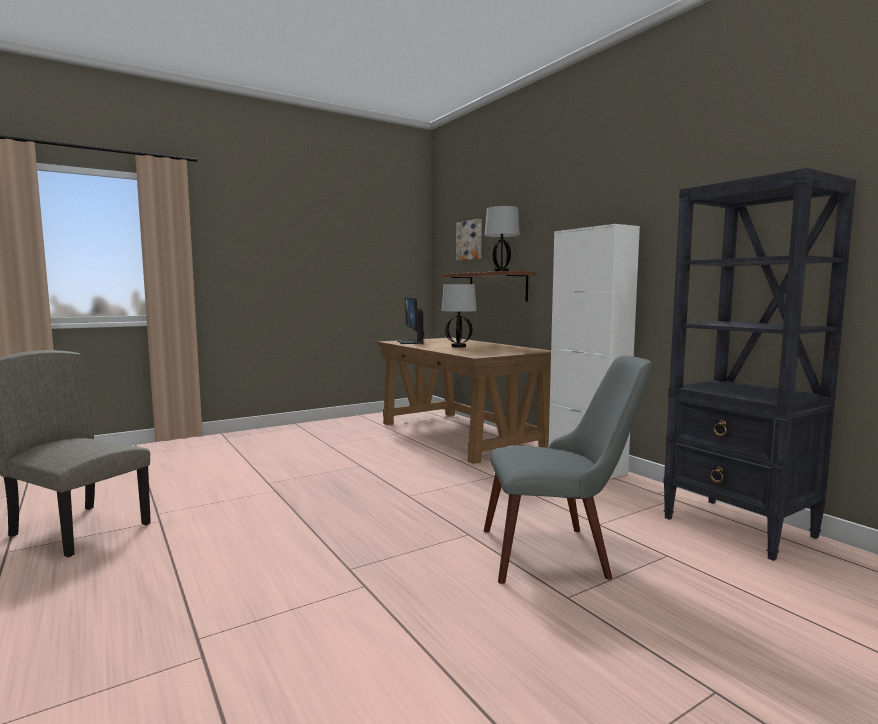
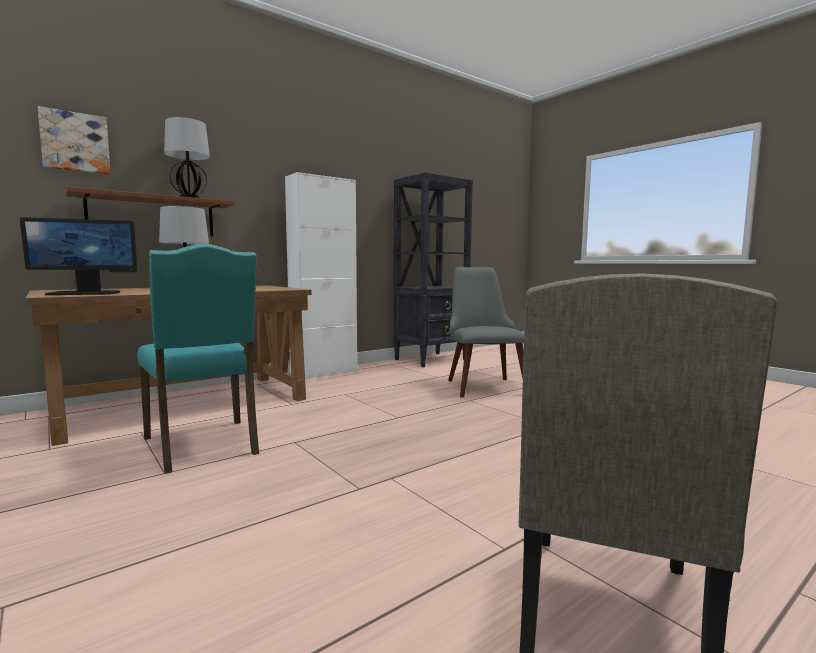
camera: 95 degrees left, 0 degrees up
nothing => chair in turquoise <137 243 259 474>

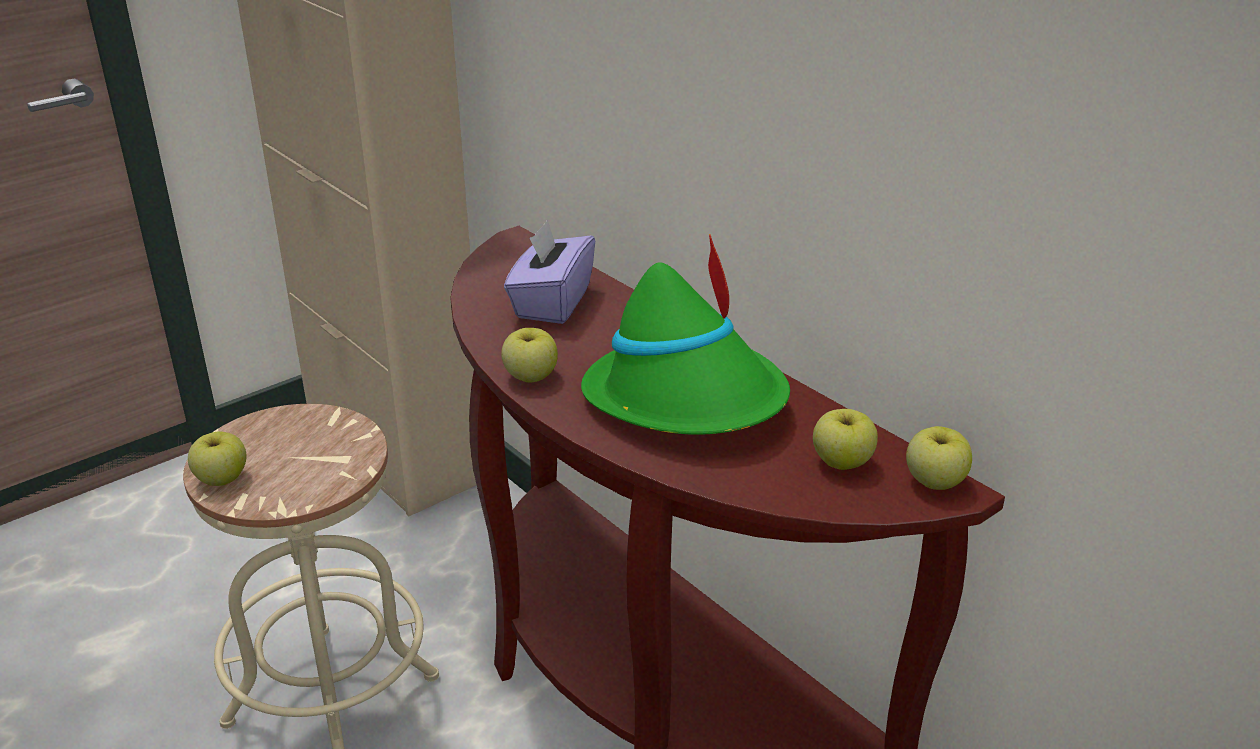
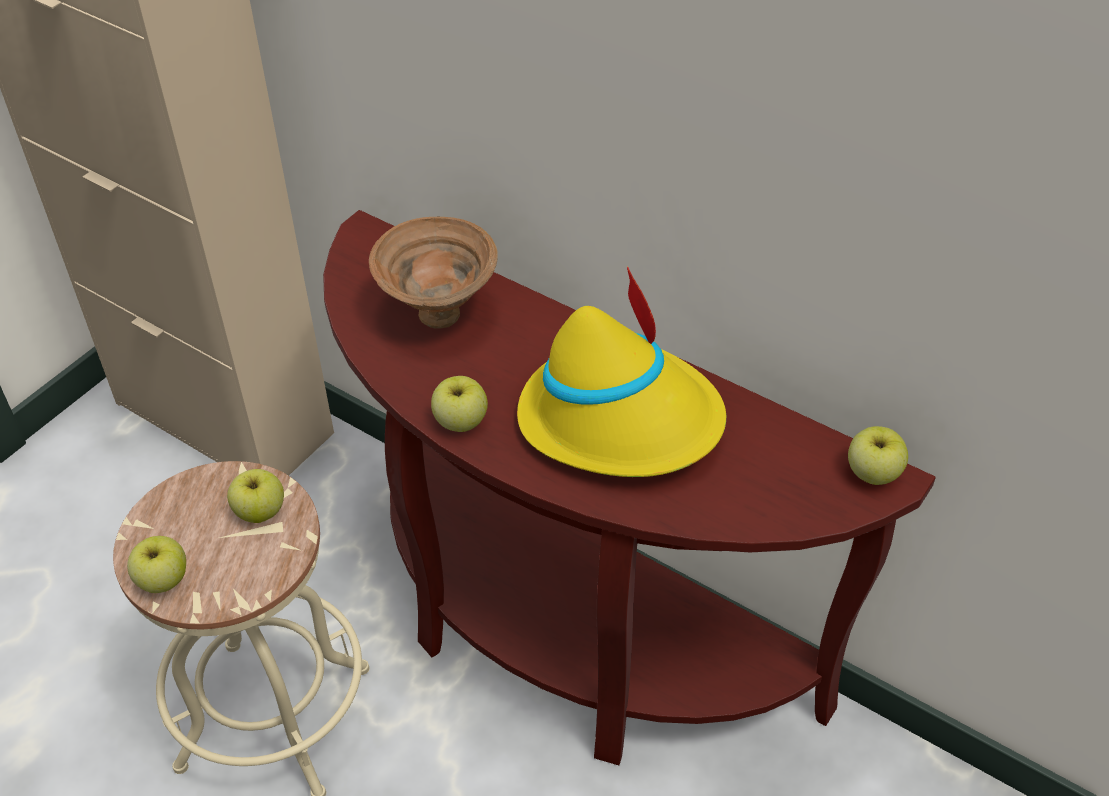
camera: 15 degrees left, 15 degrees up
apple <813 409 878 470> => apple <227 469 284 523>, moved
tissue box in purple <504 220 595 324> => bowl in brown <369 217 498 329>
hat in green <581 234 790 435> => hat in yellow <517 266 726 477>

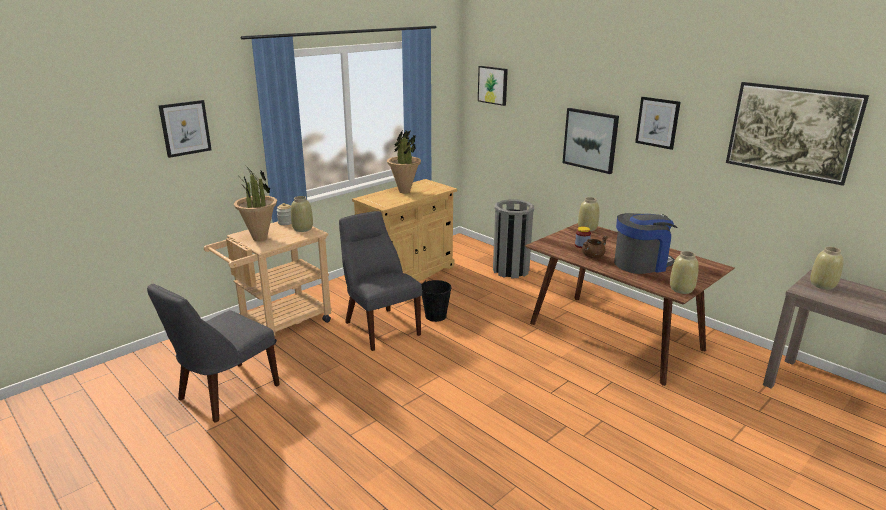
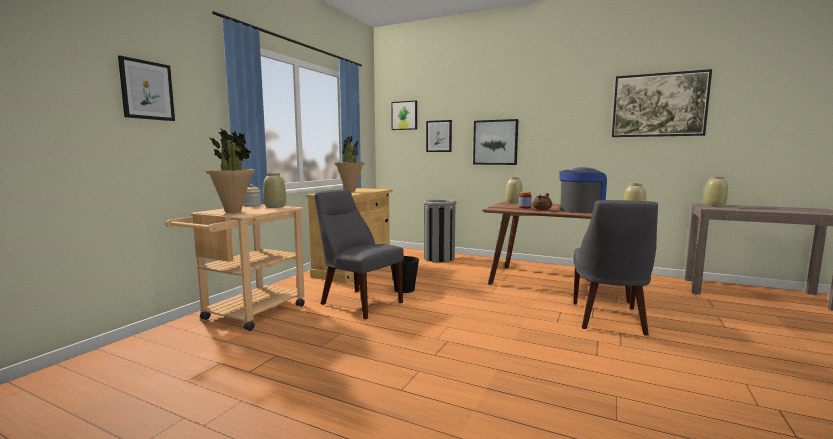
camera: 20 degrees left, 15 degrees down
picture <635 97 681 150> => picture <426 120 452 152>, moved
chair in grey <147 284 280 423> => chair in grey <573 200 658 336>, moved

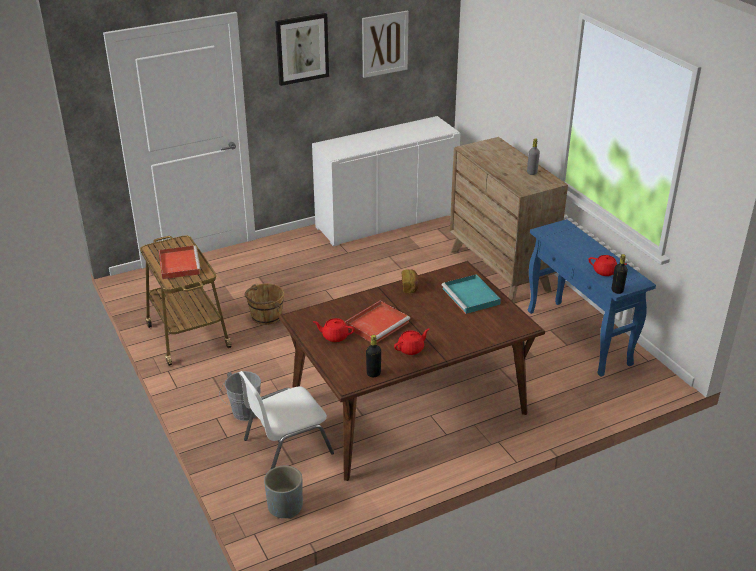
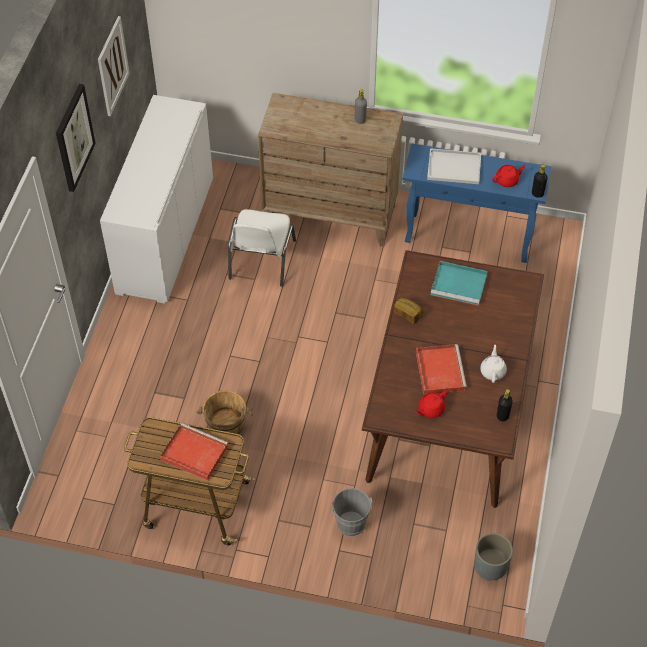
camera: 50 degrees left, 20 degrees up
chair in white <239 371 334 470> => chair in white <228 209 296 287>, moved
nothing => tray in white <427 148 481 184>
teapot in red <394 328 429 355> => teapot in white <480 345 507 383>

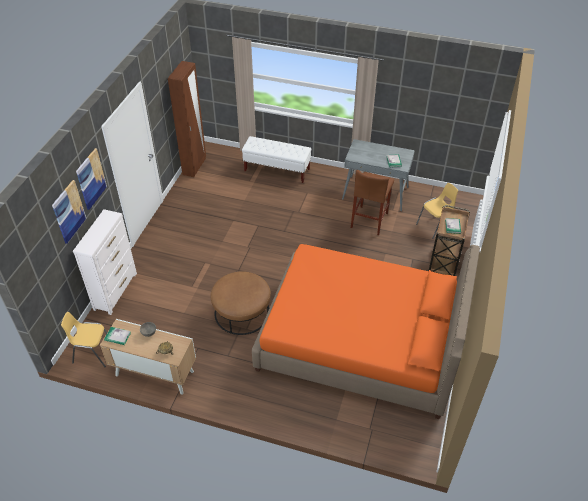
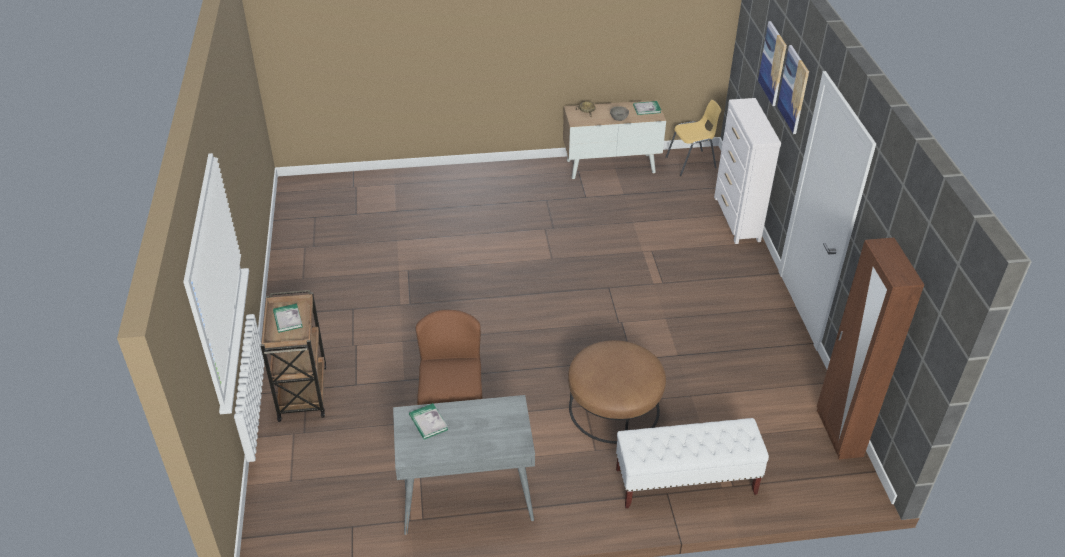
camera: 155 degrees right, 5 degrees down
ottoman in brown <211 271 271 335> => ottoman in brown <568 340 666 444>, moved
bed in orange <252 244 480 419> => nothing
chair in yellow <416 183 458 239> => nothing

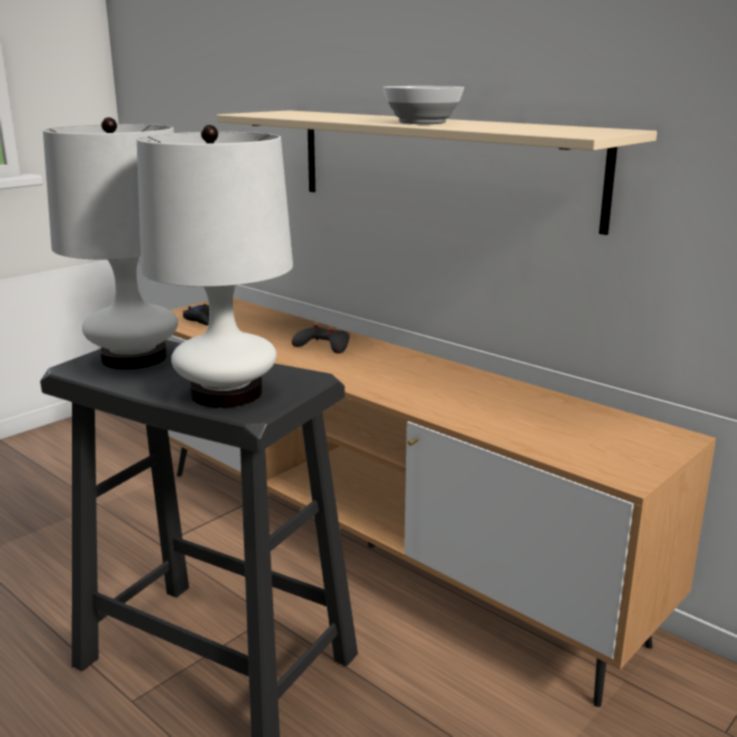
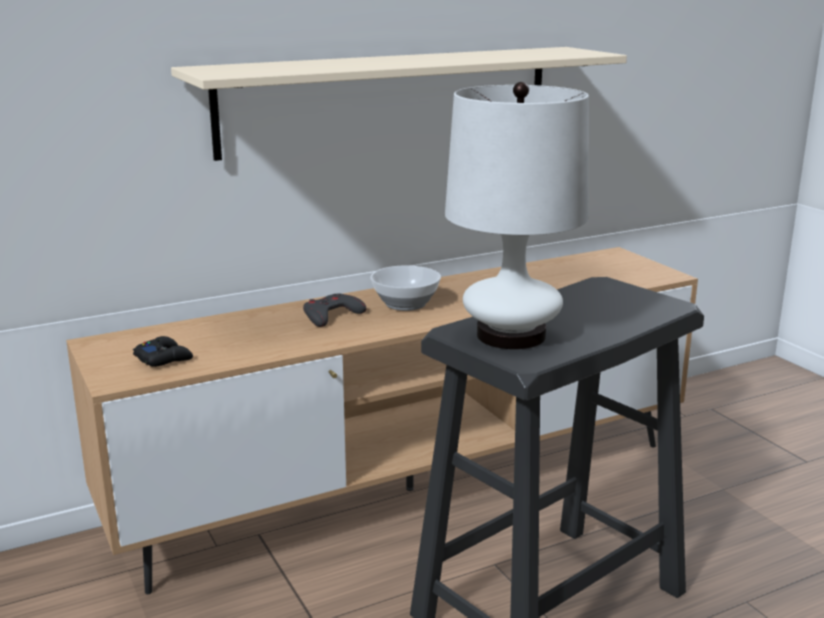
camera: 70 degrees left, 0 degrees up
bowl <383 86 464 124> => bowl <370 265 441 311>, moved
table lamp in white <137 125 293 408> => nothing

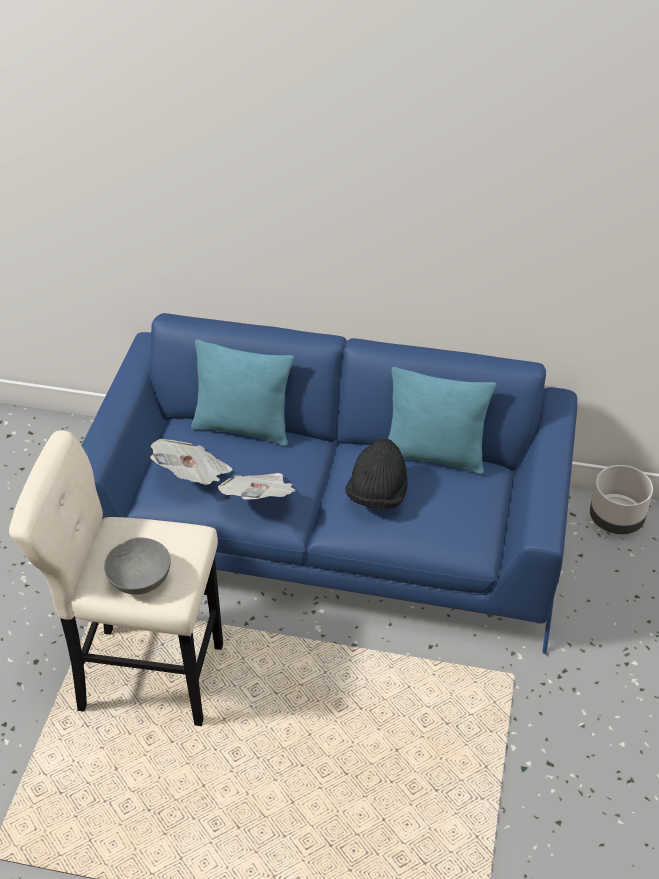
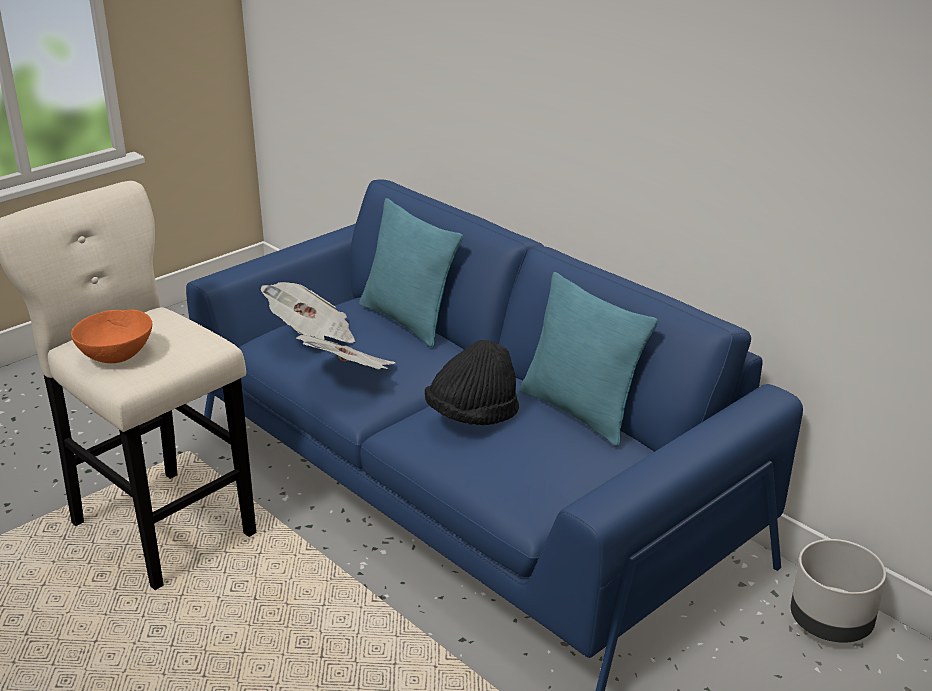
camera: 35 degrees right, 15 degrees down
bowl in grey <104 537 171 595> => bowl in orange <71 310 152 363>

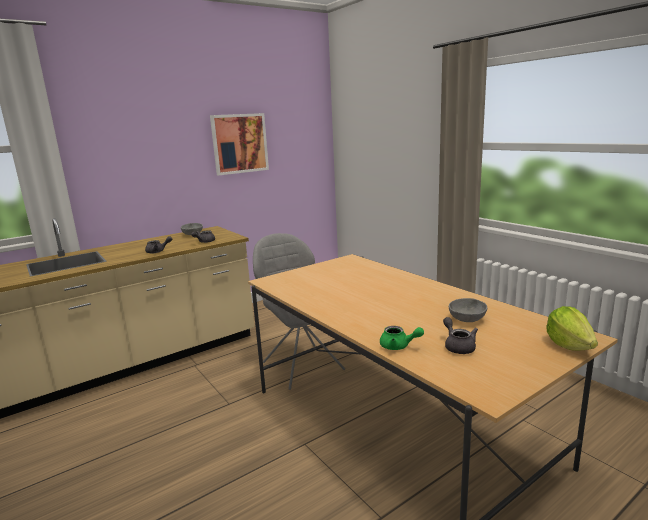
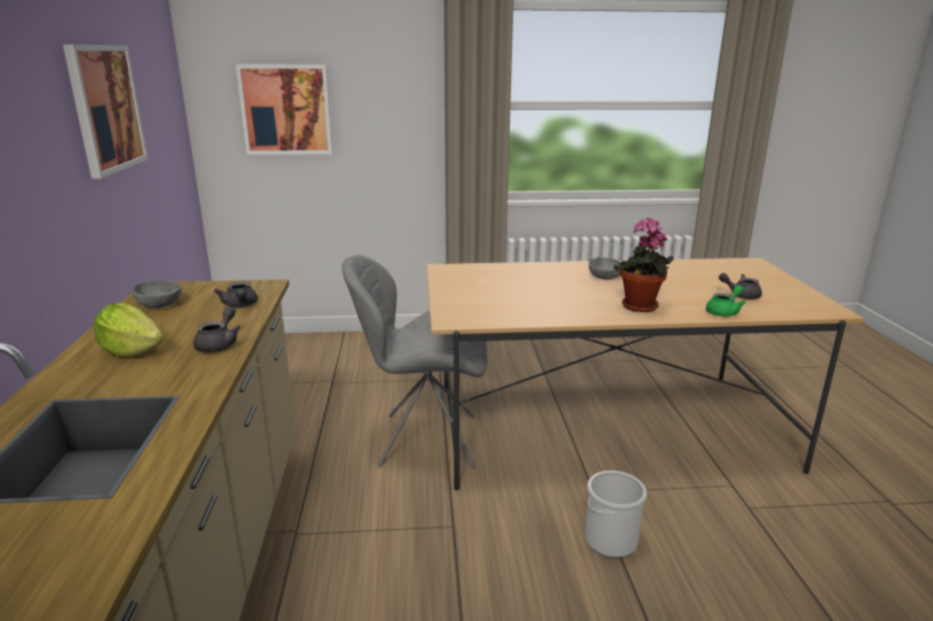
camera: 60 degrees left, 5 degrees up
lettuce <547 306 598 351> => lettuce <93 302 164 356>, moved
nothing => picture <236 64 333 155>
nothing => bucket <585 471 647 558>
bowl in grey <449 298 487 322> => bowl in grey <589 257 621 280>, moved
nothing => potted plant <614 217 674 312>

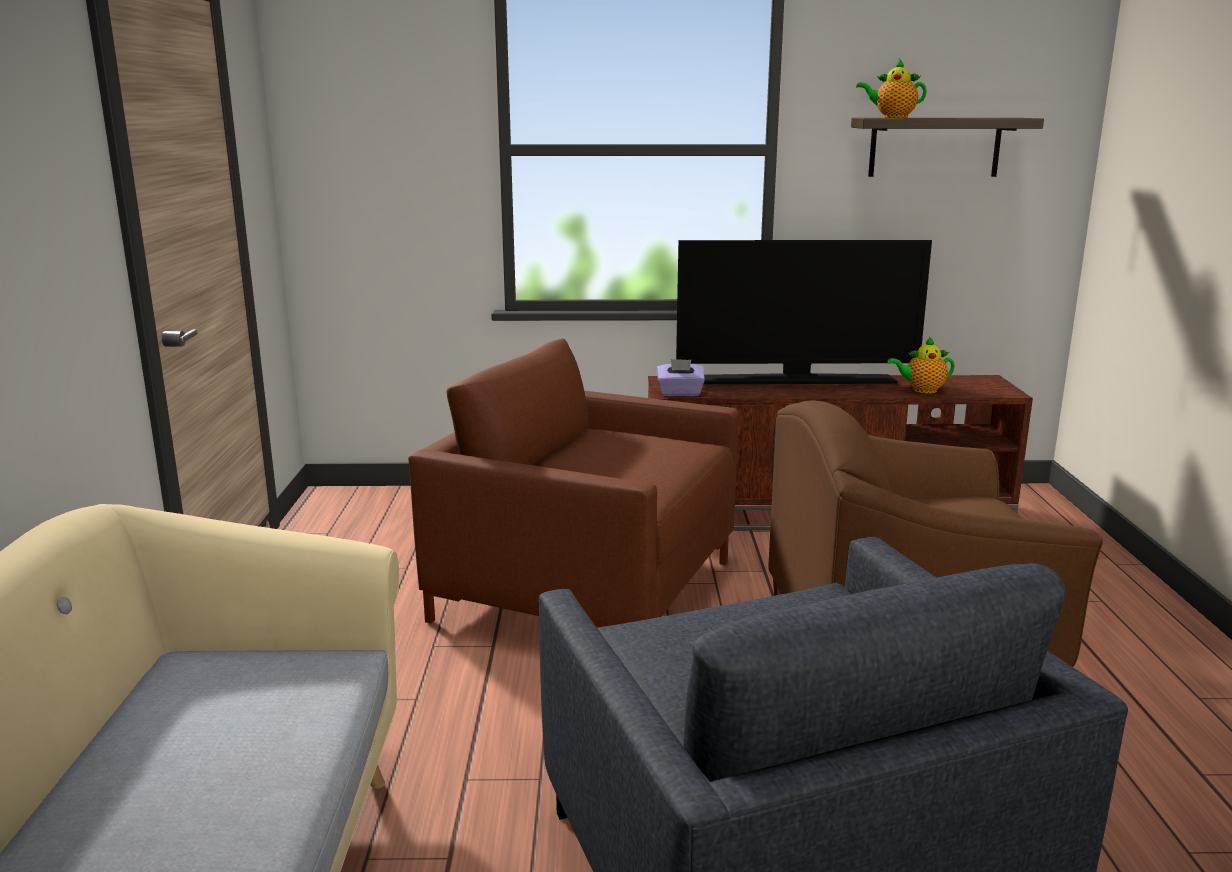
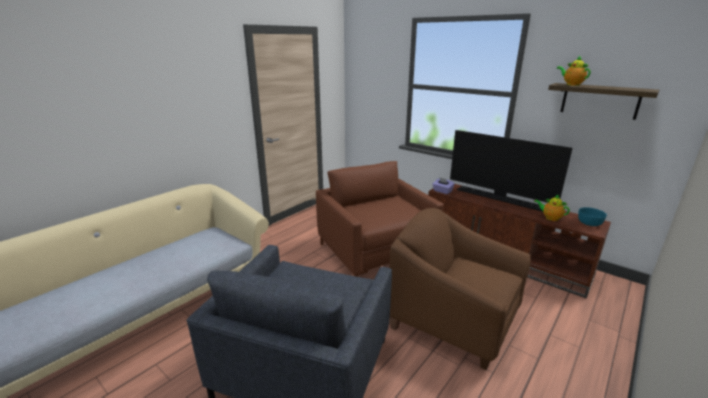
camera: 40 degrees right, 5 degrees up
nothing => bowl in turquoise <578 207 607 226>

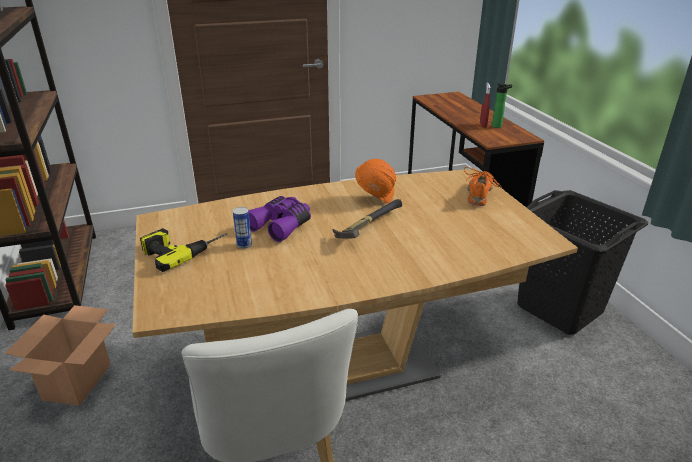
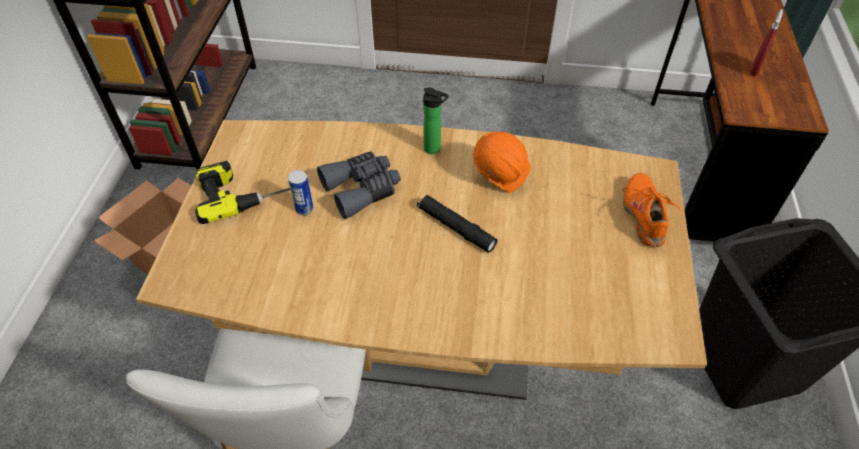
camera: 25 degrees right, 20 degrees up
binoculars in purple <249 196 311 242> => binoculars in grey <317 151 401 219>
hammer <332 199 402 239> => flashlight in black <417 194 497 253>
bottle <492 83 512 128> => bottle <423 87 449 154>, moved
shoe in orange <464 167 502 206> => shoe in orange <623 173 685 247>, 45 degrees counterclockwise

